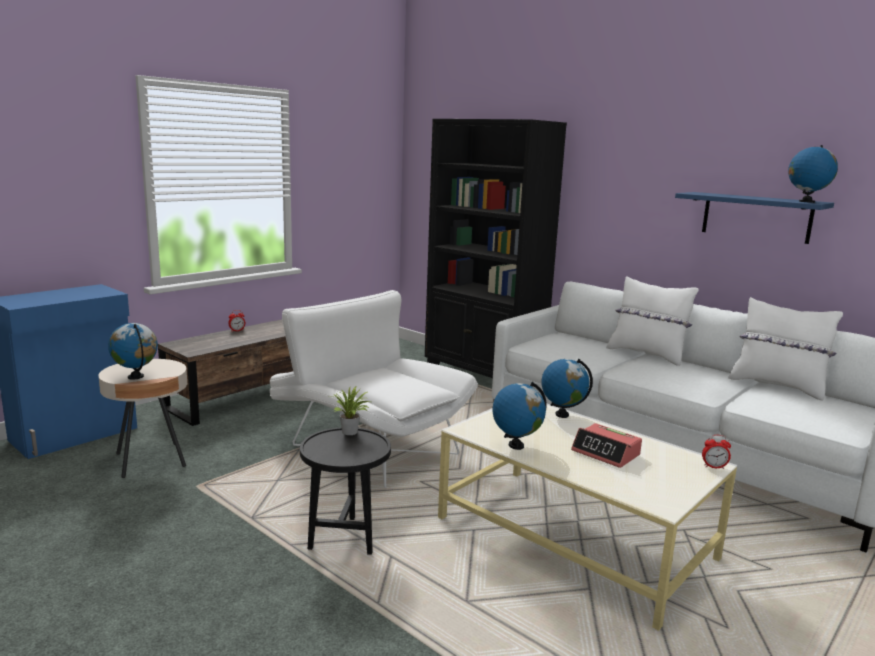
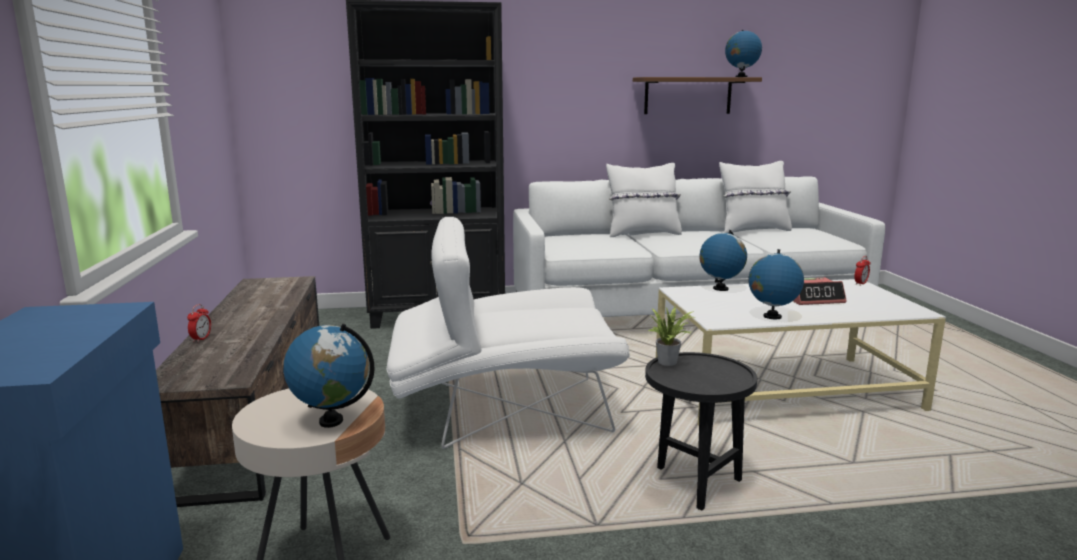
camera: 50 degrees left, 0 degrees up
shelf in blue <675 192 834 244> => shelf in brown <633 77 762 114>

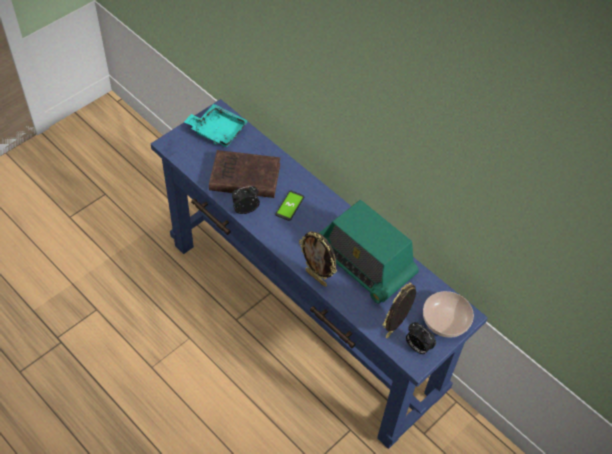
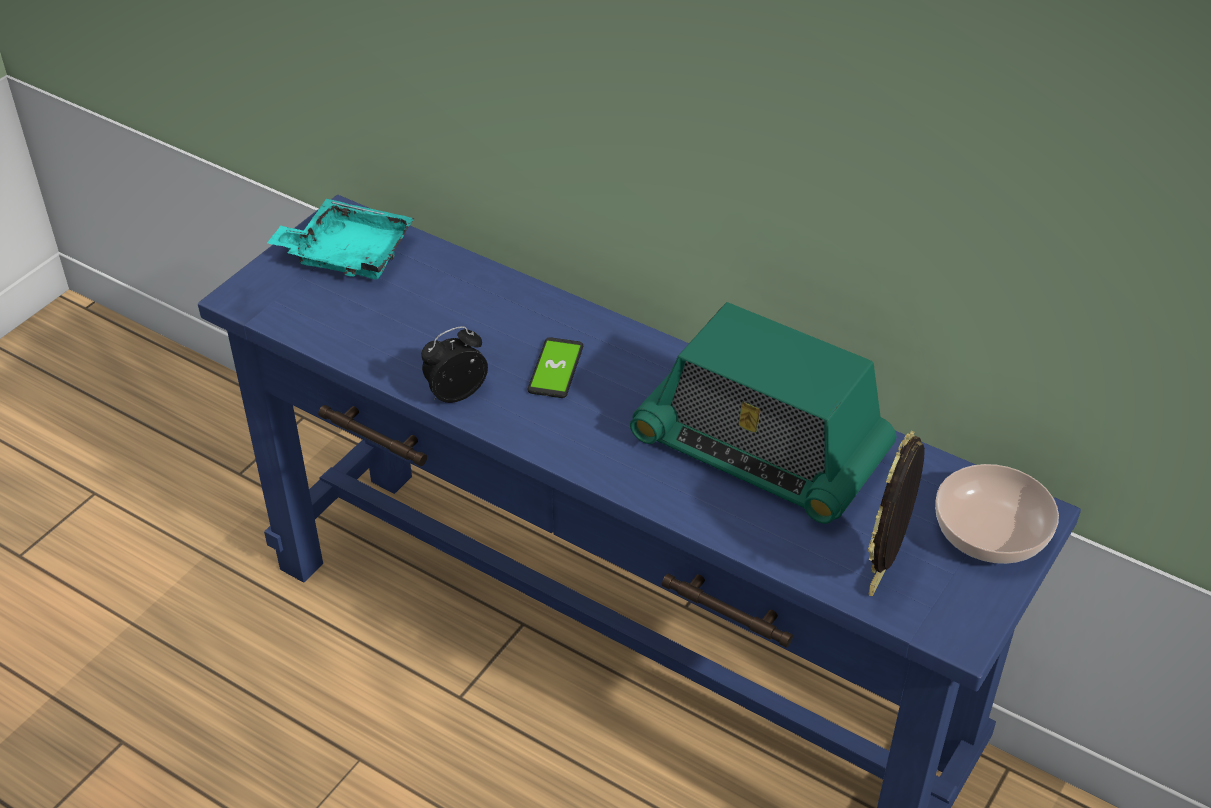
camera: 10 degrees left, 10 degrees down
book in brown <209 150 280 198> => nothing
picture frame <299 231 337 287> => nothing
alarm clock <406 322 436 354> => nothing

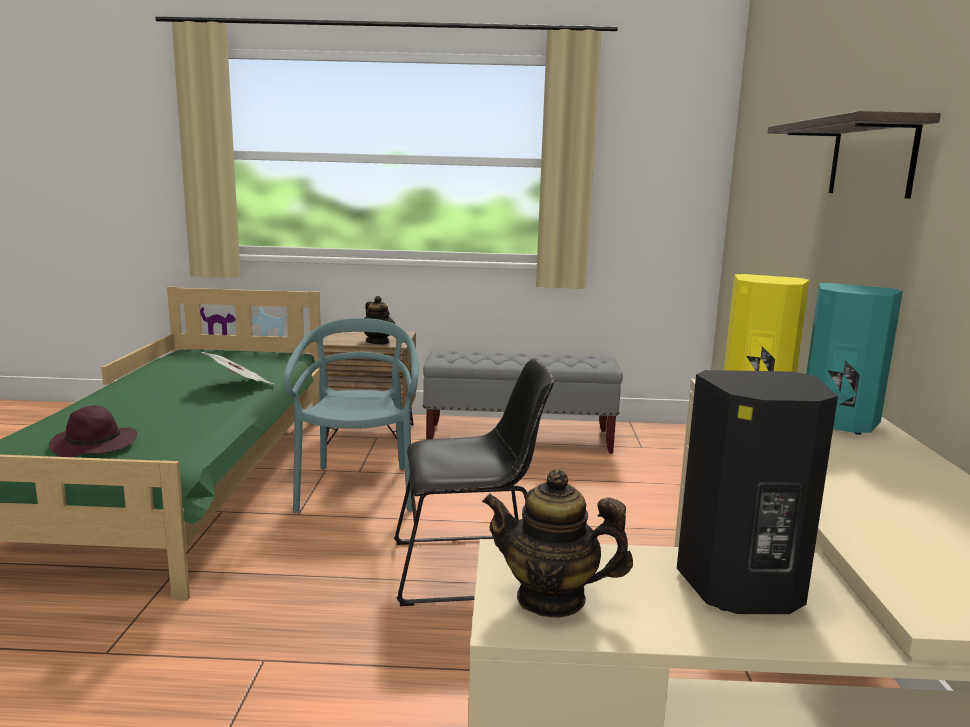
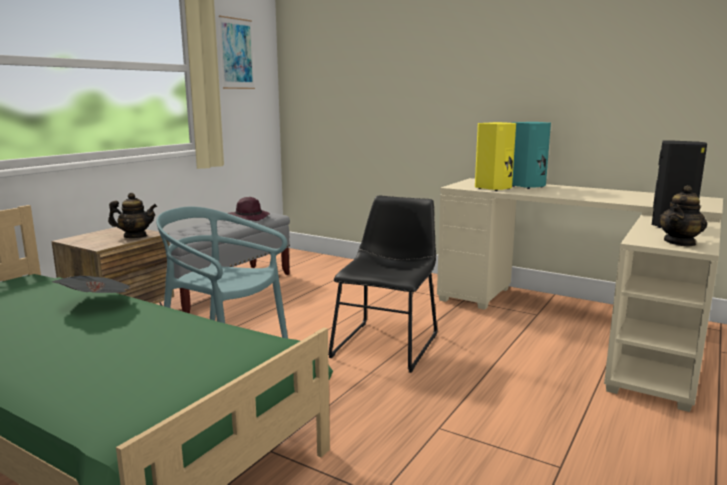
camera: 60 degrees left, 0 degrees up
nothing => picture <219 16 255 89>
hat in purple <49 405 137 457> => hat in purple <228 197 270 221>, moved
shelf <768 111 941 199> => nothing

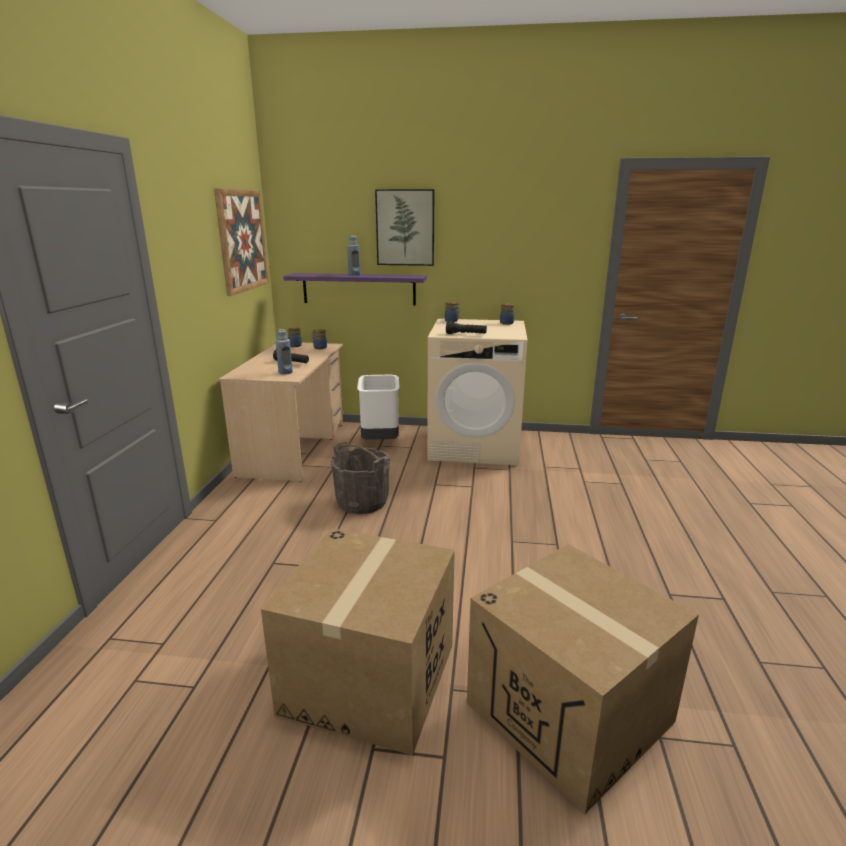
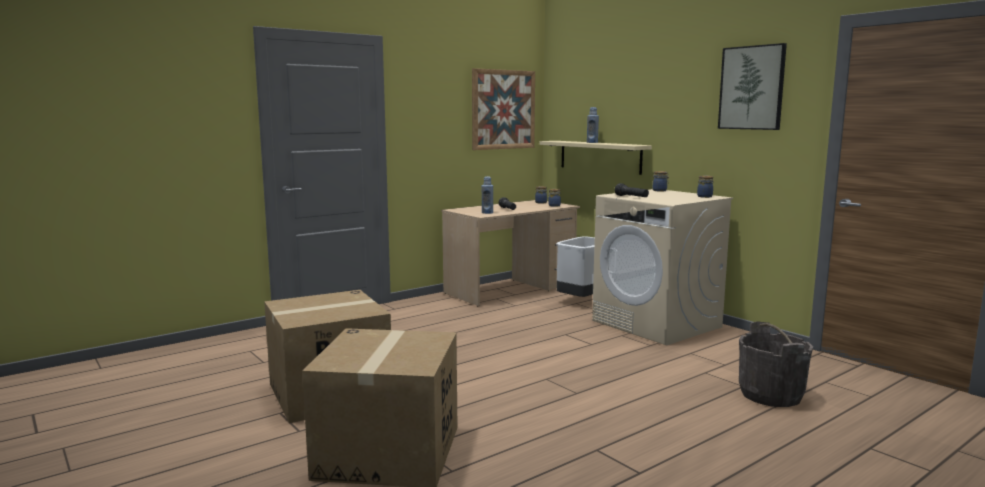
camera: 45 degrees right, 10 degrees down
shelf in purple <283 273 427 305> => shelf in beige <540 141 652 175>
picture <375 189 434 266> => picture <718 43 787 130>, moved
bucket in grey <331 442 390 514> => bucket in grey <739 321 813 407>, moved

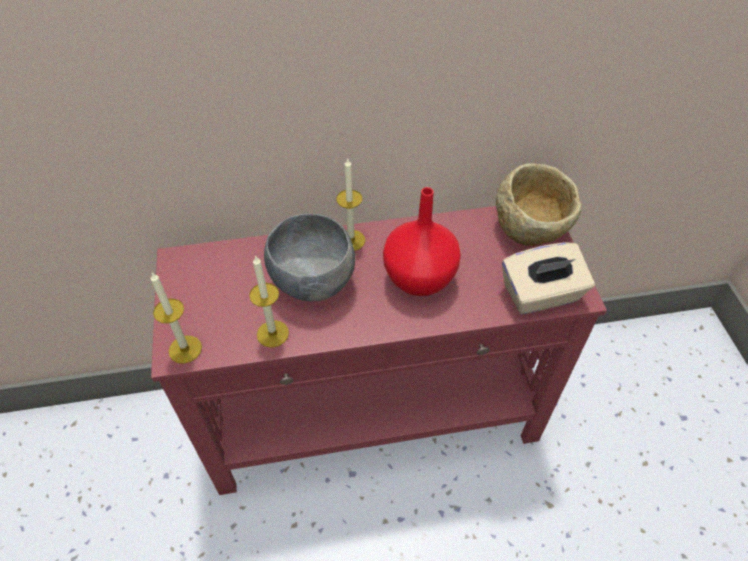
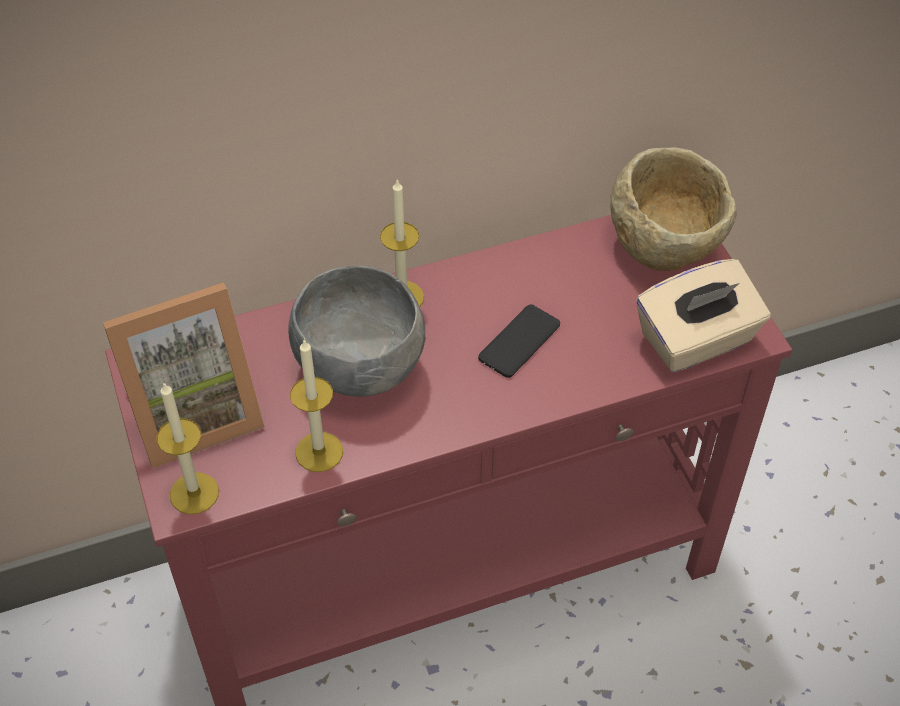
camera: 10 degrees left, 0 degrees up
nothing => picture frame <103 283 265 468>
vase in red <383 187 461 296> => phone <478 304 560 378>

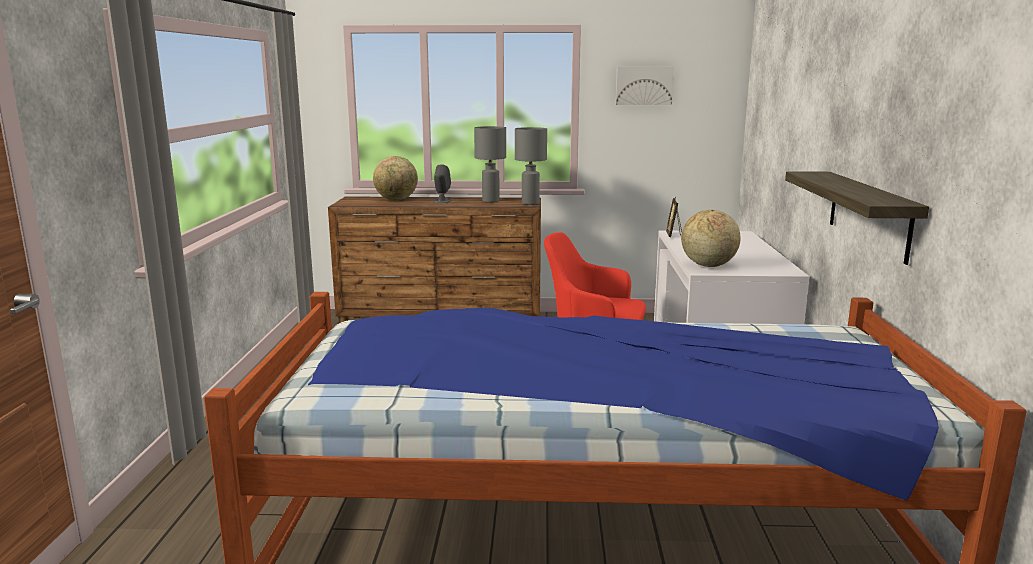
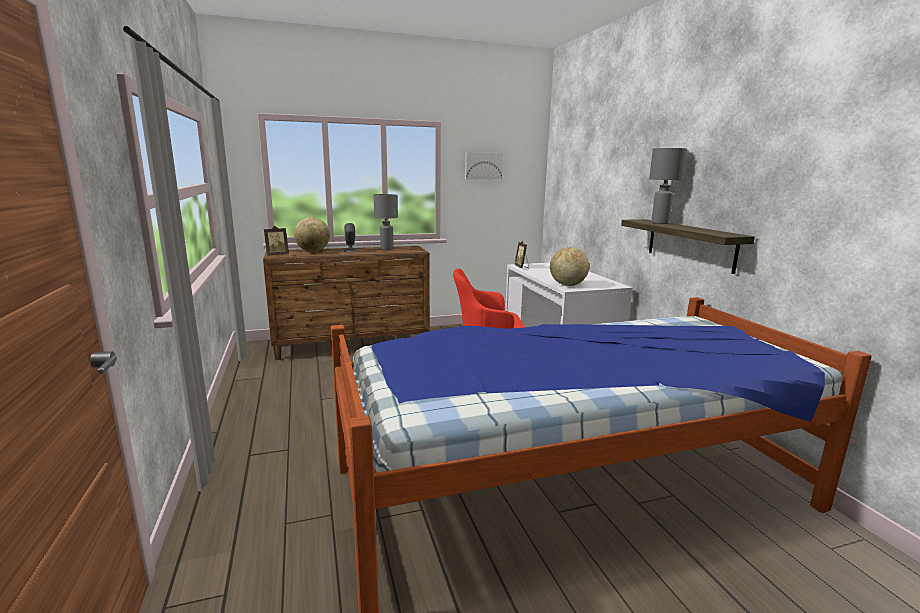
camera: 20 degrees left, 0 degrees up
nothing => picture frame <264 226 289 256>
table lamp in grey <515 127 547 205> => table lamp in grey <649 148 687 224>, moved

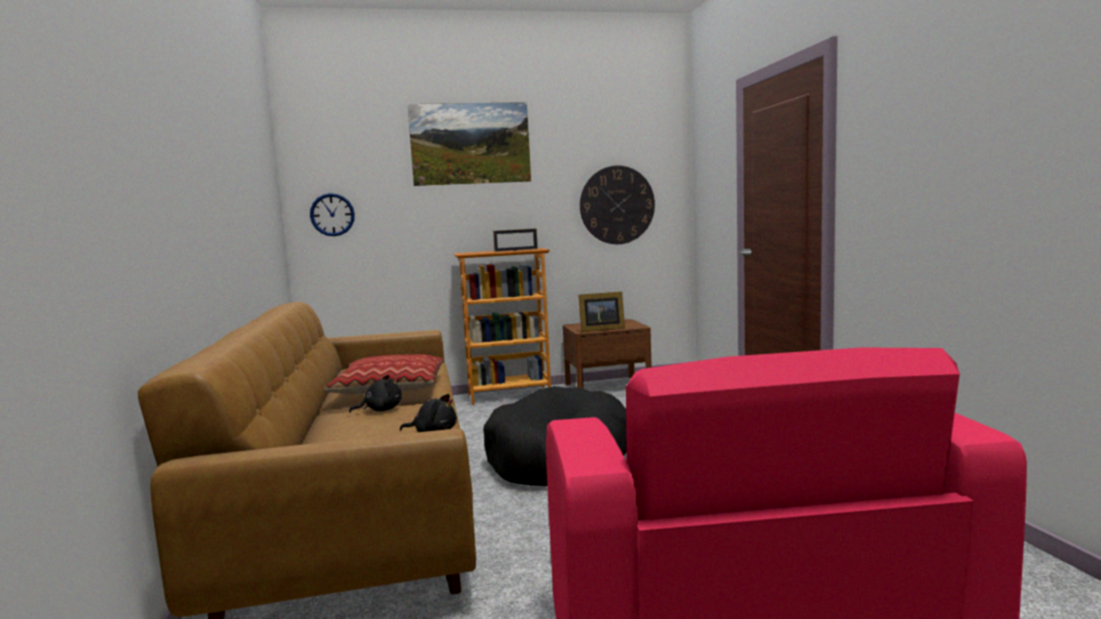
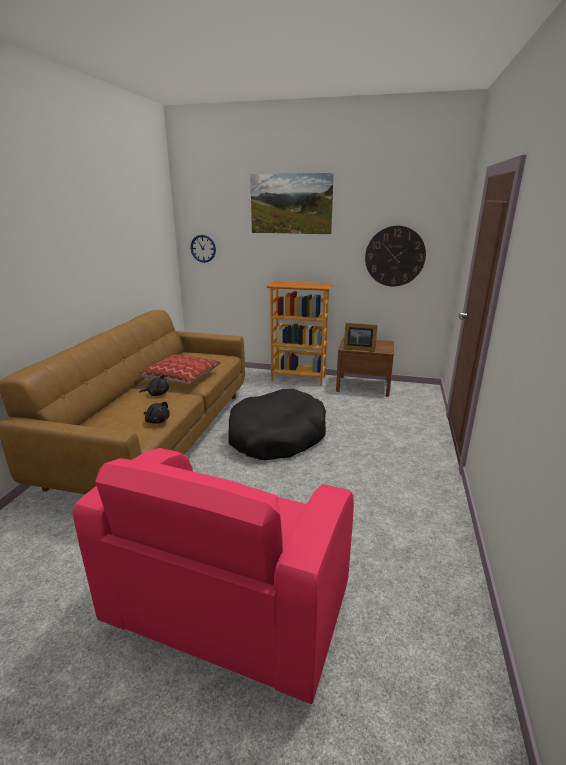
camera: 25 degrees right, 15 degrees up
picture frame <493 228 538 252> => nothing

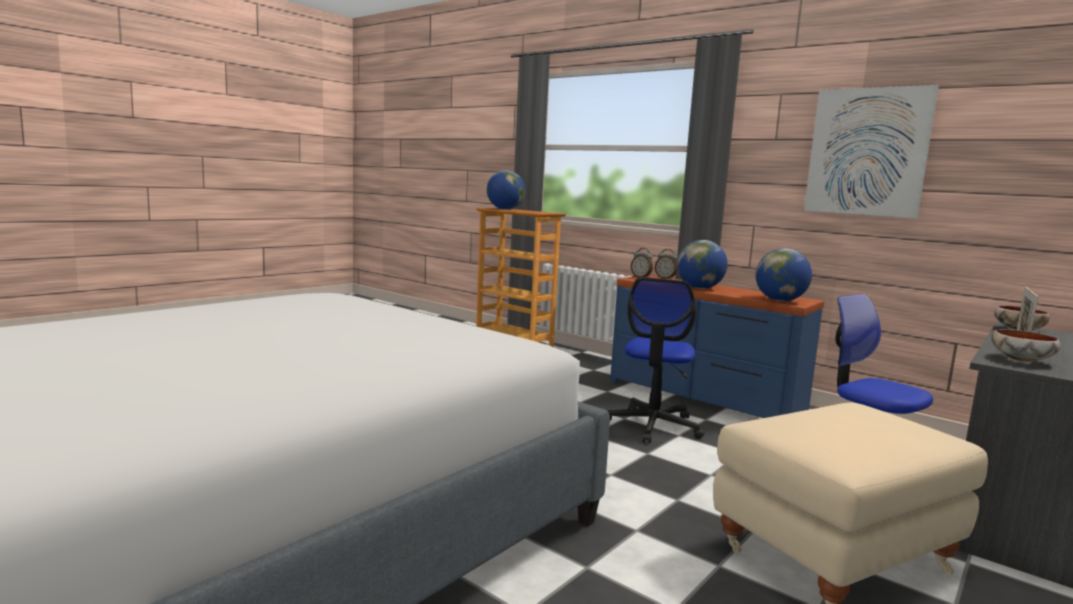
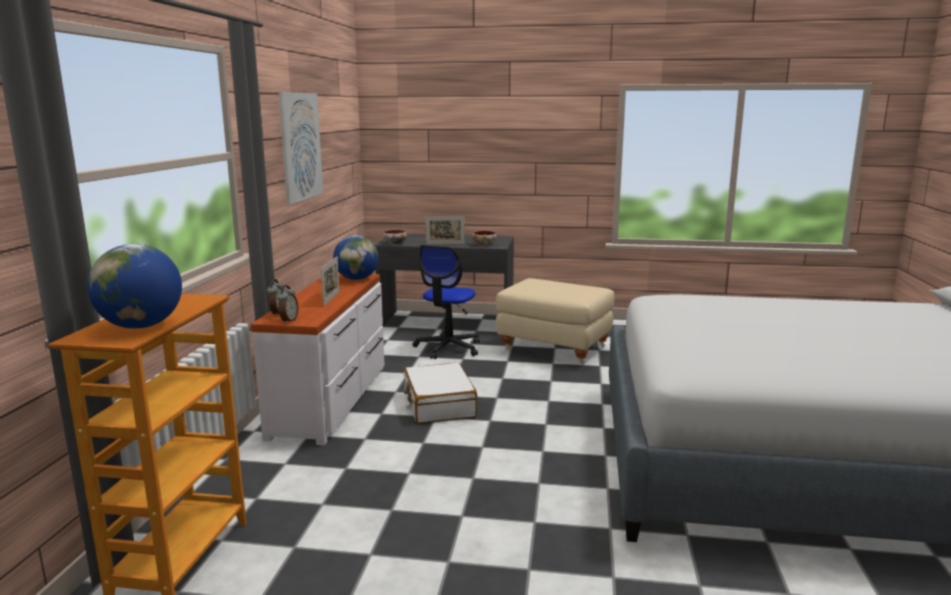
camera: 120 degrees left, 5 degrees up
dresser in blue <610 275 824 418> => dresser in white <251 273 385 445>
globe <677 240 728 289> => picture frame <321 257 340 306>
office chair <608 277 704 443> => suitcase in white <404 363 477 424>

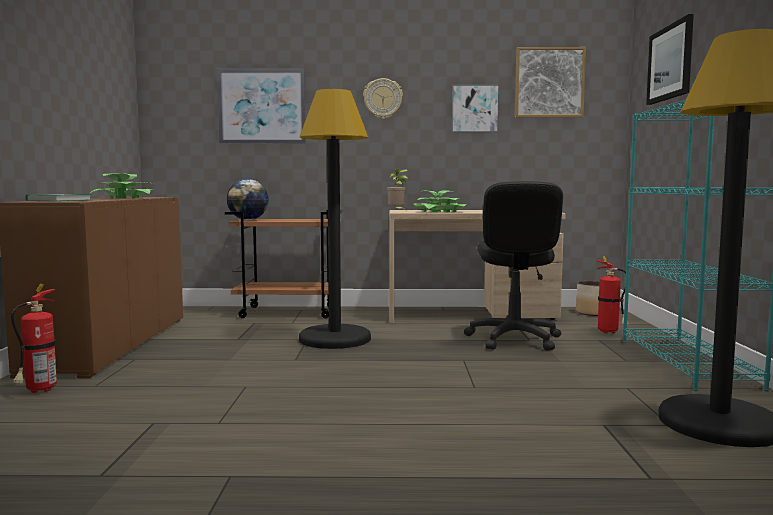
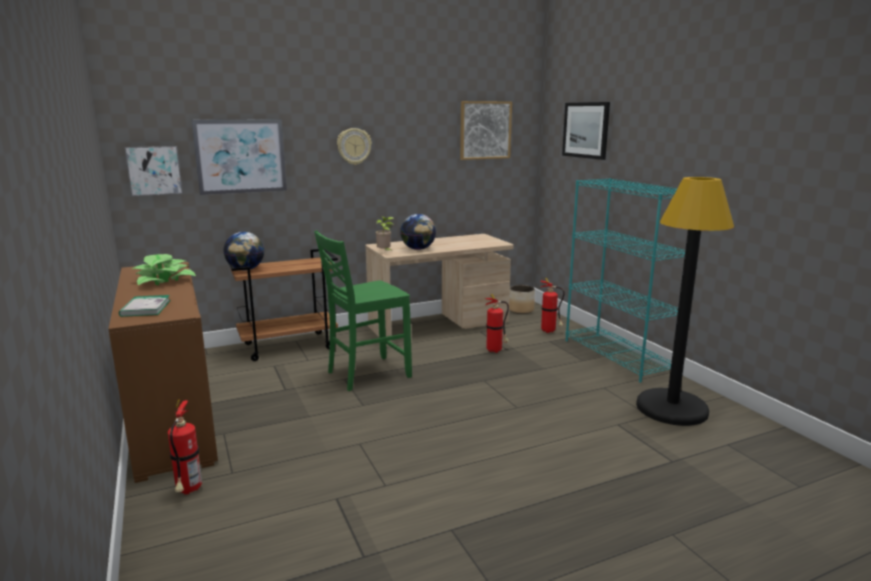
camera: 25 degrees left, 10 degrees up
picture <452 84 500 132> => picture <124 146 183 196>, moved
floor lamp in black <299 89 371 349> => chair in green <314 230 412 391>
potted plant <413 190 467 212> => globe <400 214 436 250>
office chair in black <464 181 563 351> => fire extinguisher <485 294 509 353>

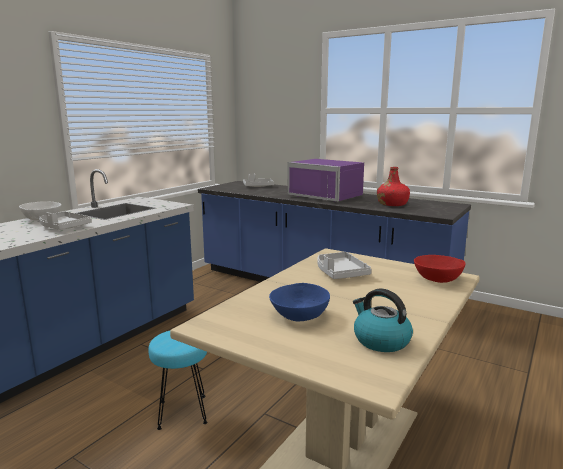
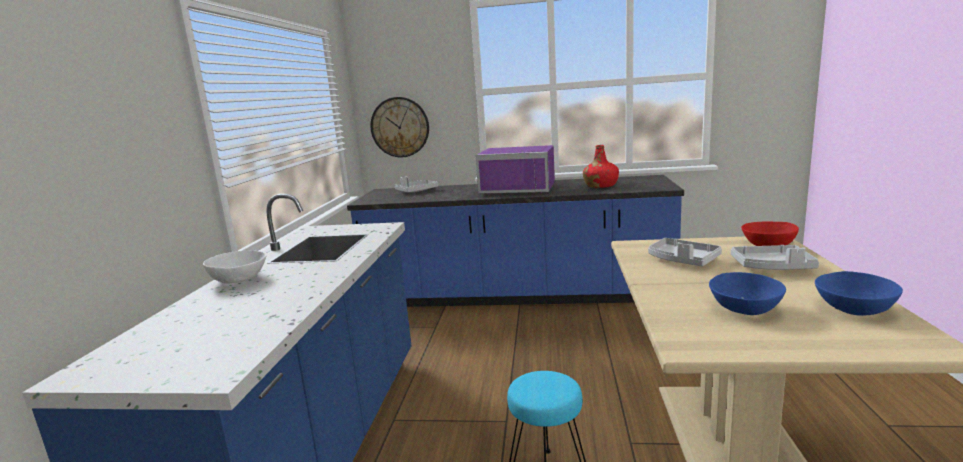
camera: 25 degrees left, 0 degrees up
nothing => wall clock <370 97 429 157>
tray in grey <39 211 92 230> => tray in grey <731 245 819 270>, moved
kettle <353 288 413 352> => bowl in blue <815 271 903 316>

